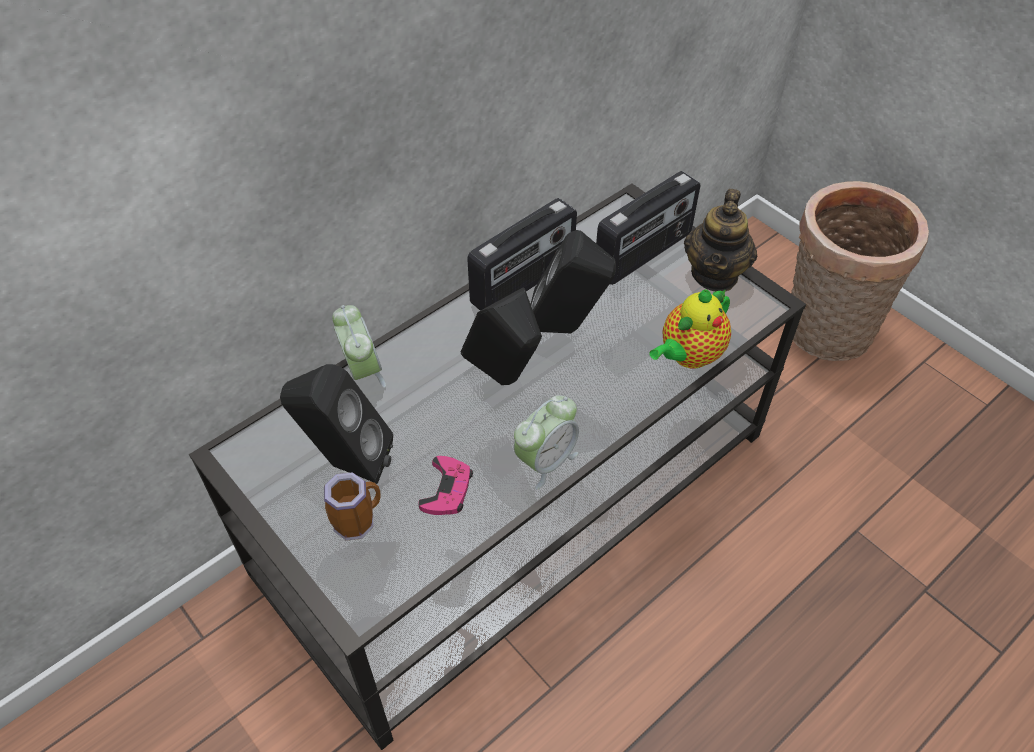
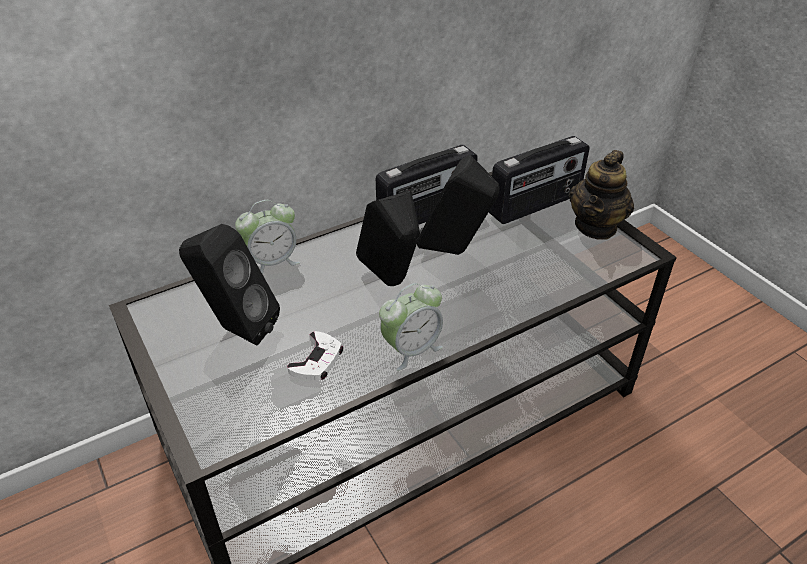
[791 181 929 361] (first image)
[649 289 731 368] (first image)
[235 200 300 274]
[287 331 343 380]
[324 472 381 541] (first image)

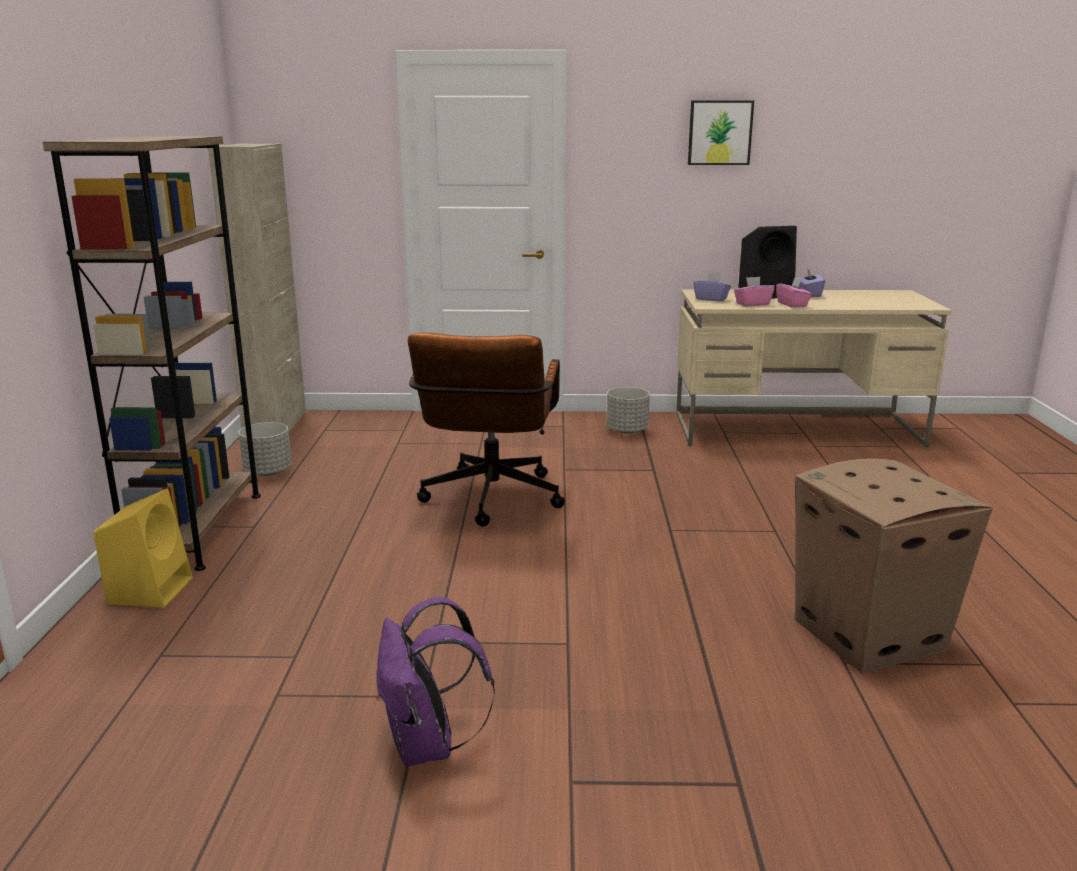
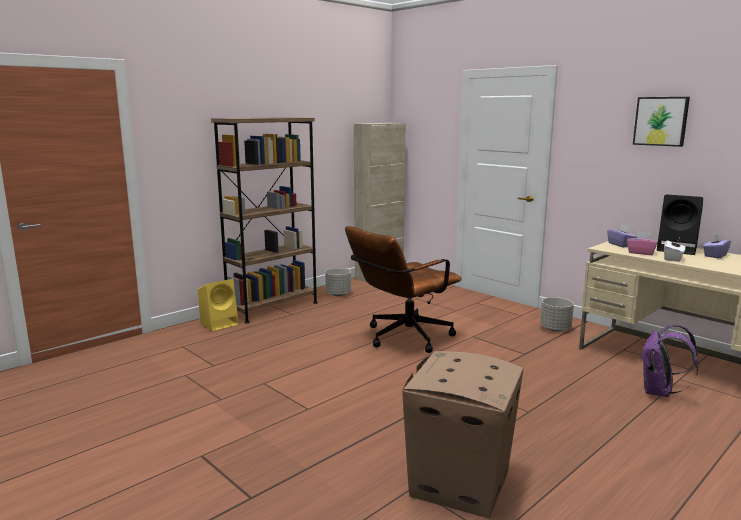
[664 239 686 262]
[640 325 698 397]

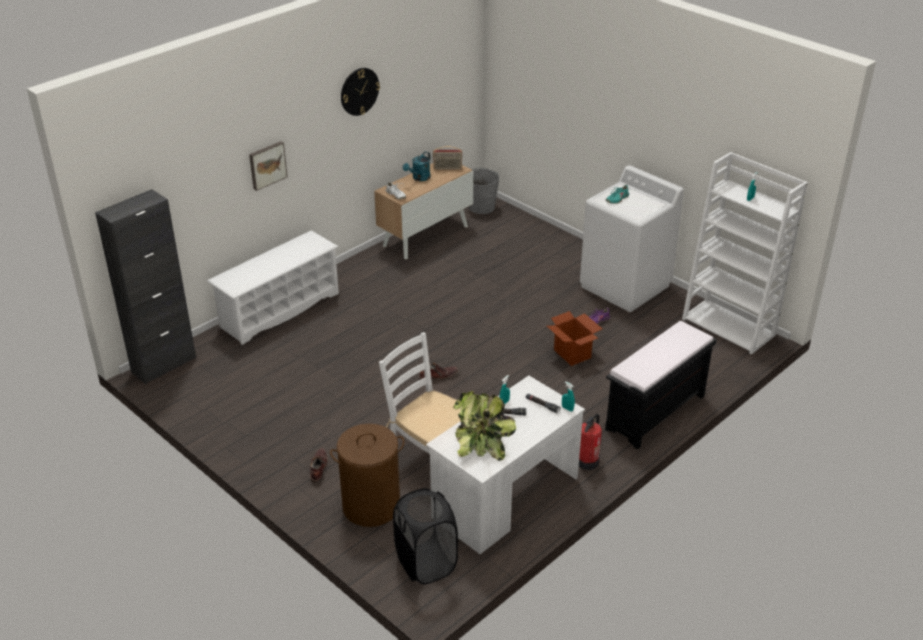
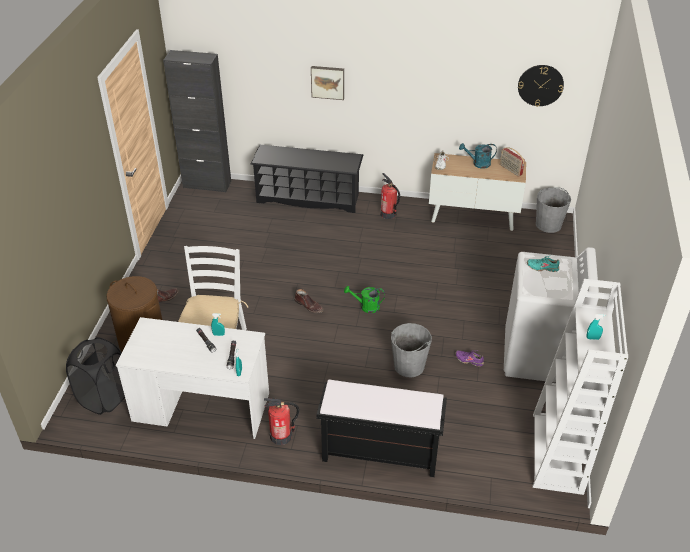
[518 65 564 107]
[251 145 363 213]
[391 323 432 377]
[453 391 516 461] (first image)
[380 173 400 219]
[344 286 385 313]

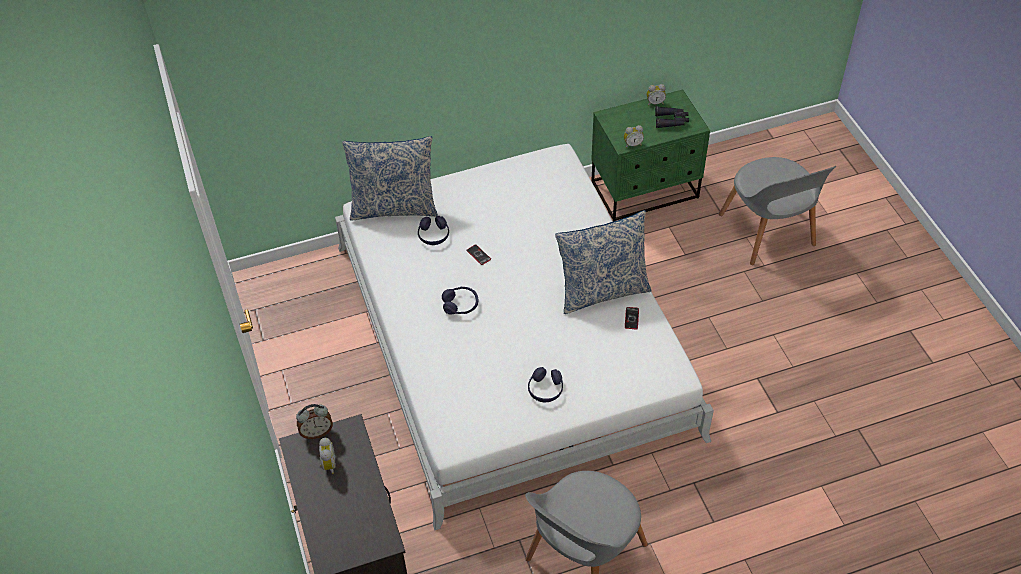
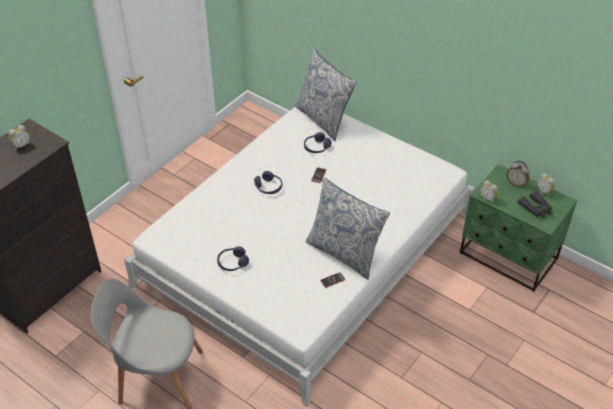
[719 157 836 265] (first image)
[507 161 530 187]

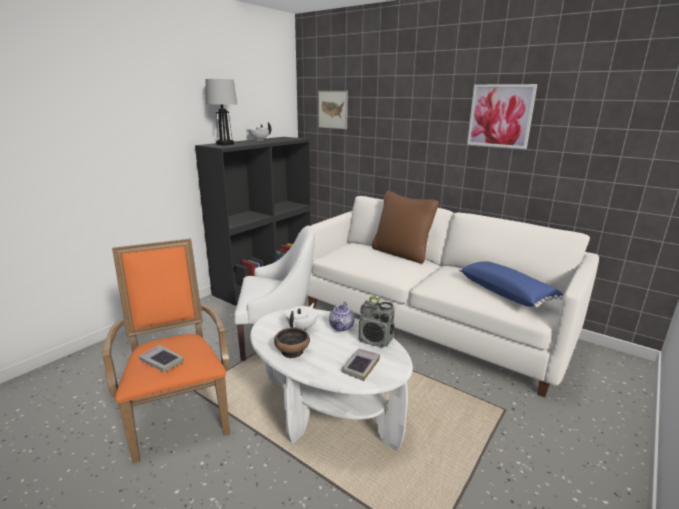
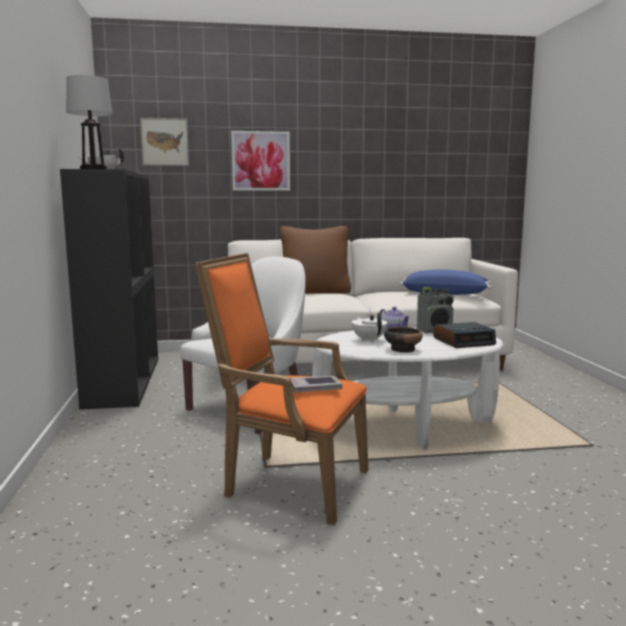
[231 131 290 191]
[434 322 496 348]

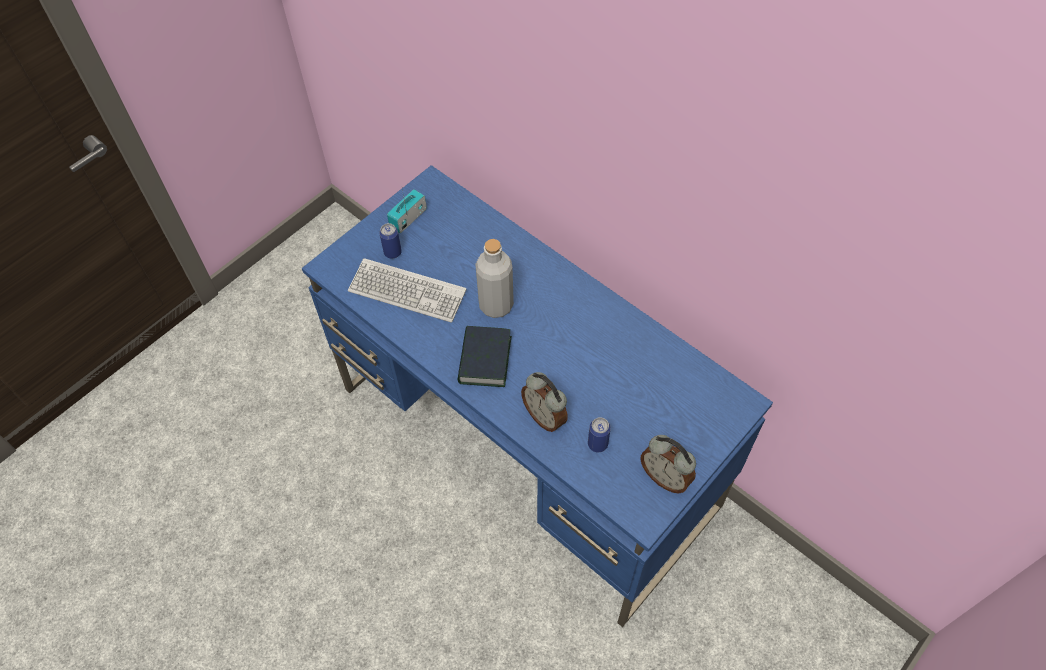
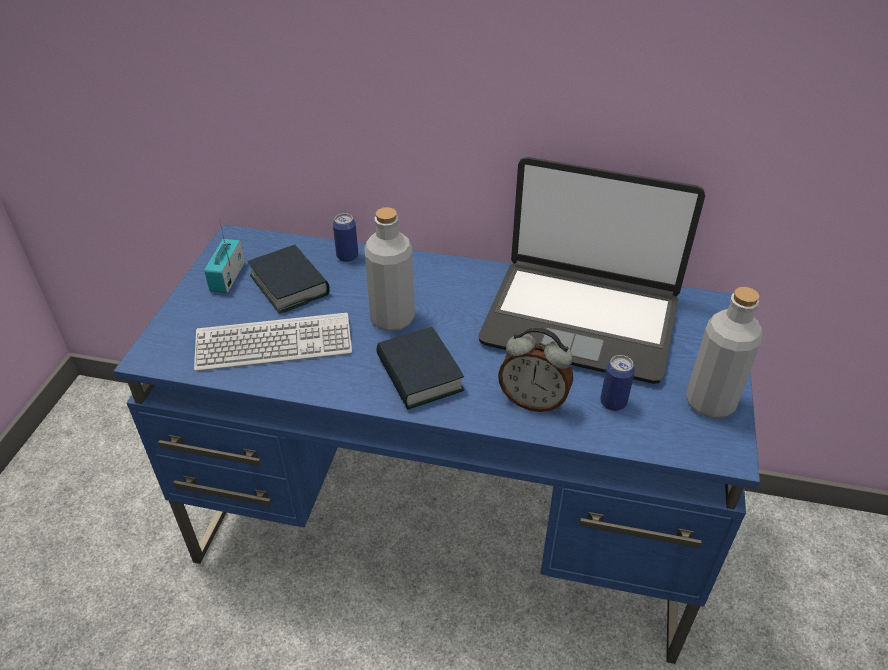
[333 213 358 262]
[686 287 763 418]
[479 157 705 384]
[248 245 330 314]

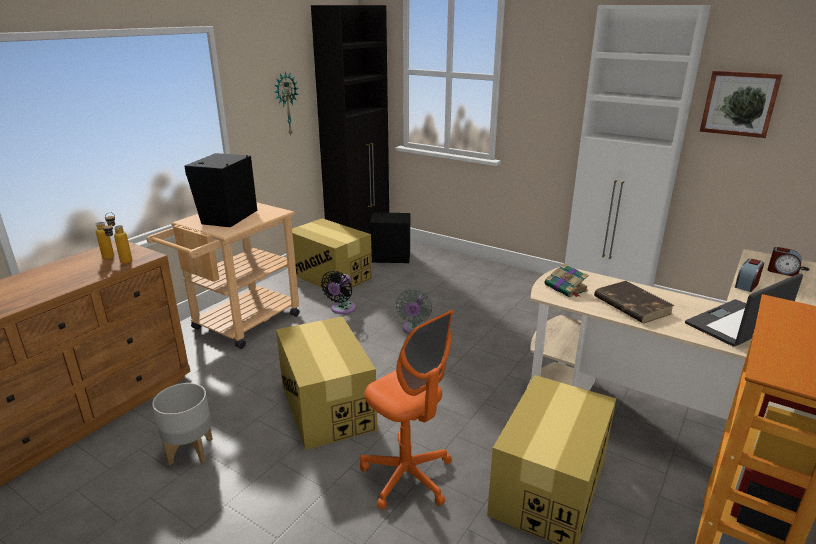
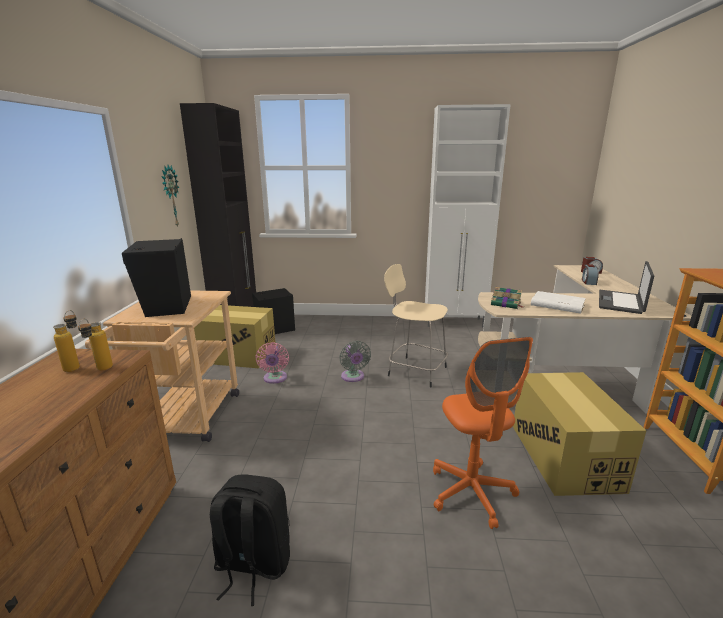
[700 71 783 138] (first image)
[255 342 289 384]
[531 291 586 314]
[433 337 533 529]
[276 316 378 450] (first image)
[210 474 290 606]
[384 264 448 387]

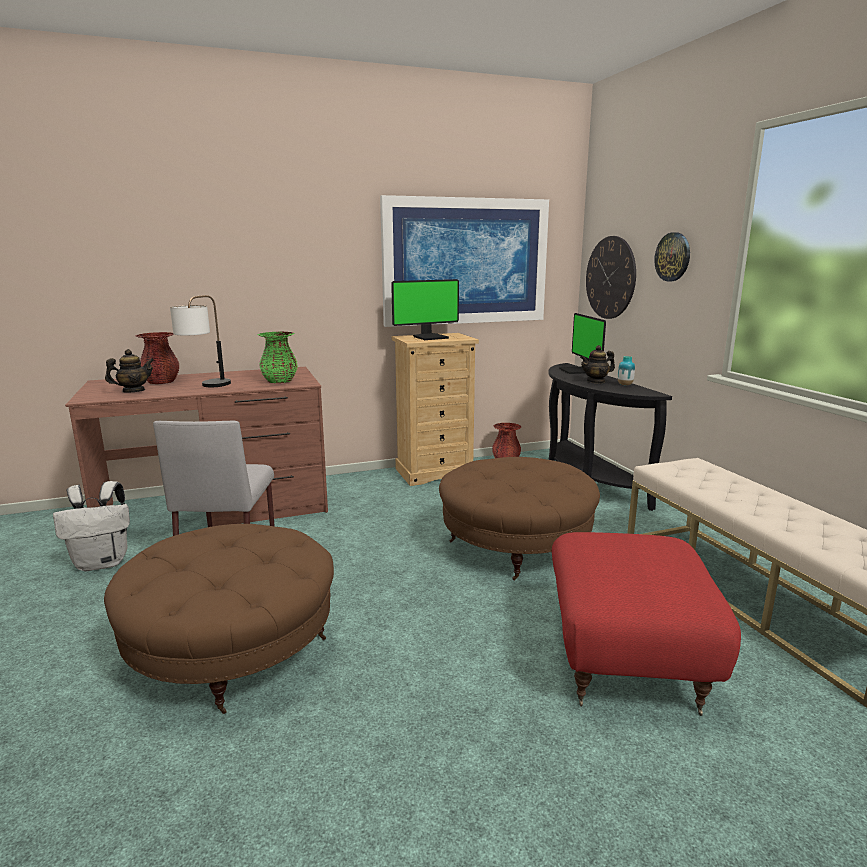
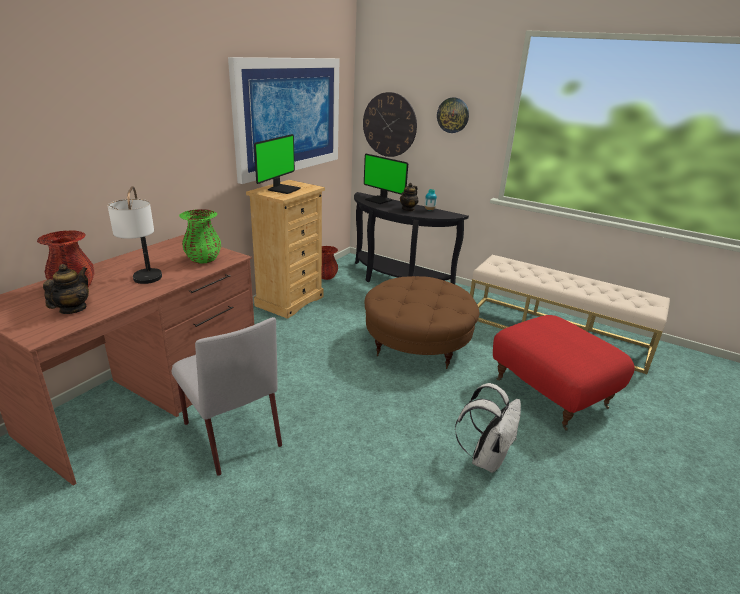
[455 383 521 473]
[104 524 334 714] (first image)

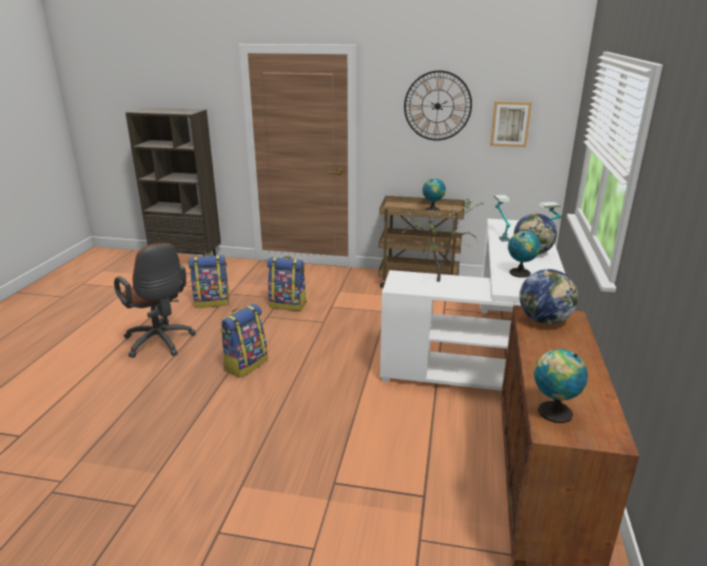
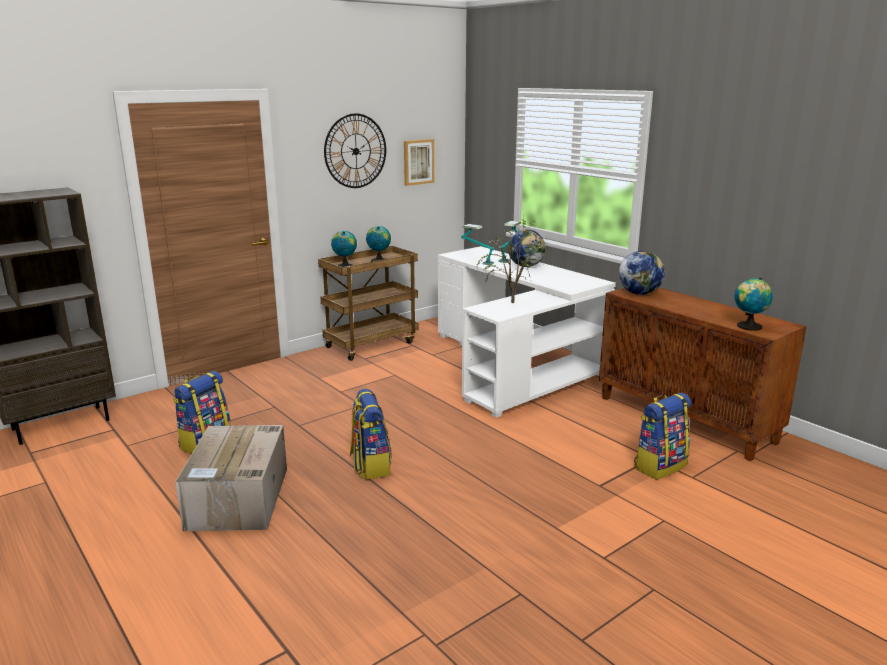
[331 231 357 267]
[175 425 287 531]
[634 393 691 480]

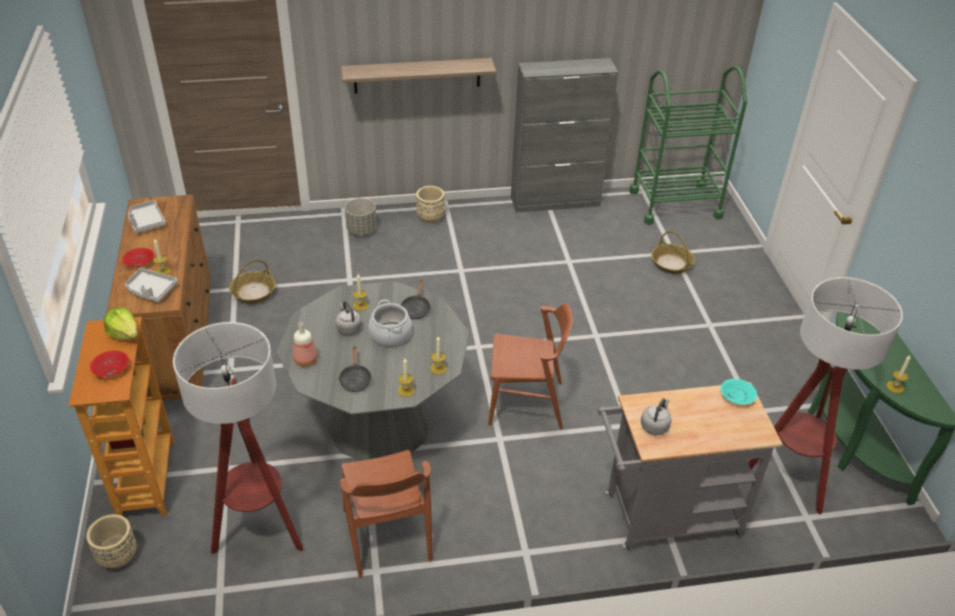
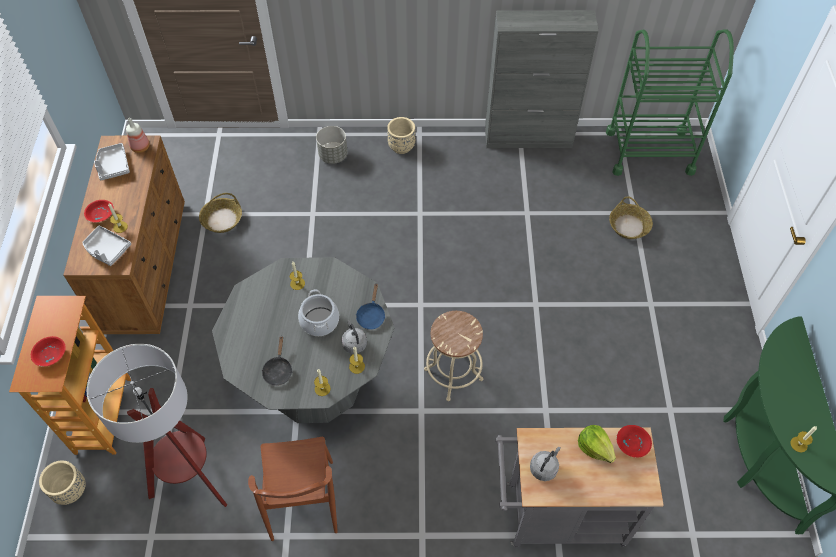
[341 58 496 94] (first image)
[748 277 903 514] (first image)
[401 279 431 319] (first image)
[342 320 367 354]
[424 311 483 401]
[578 425 616 463]
[126 118 150 153]
[616 425 652 458]
[356 283 385 330]

